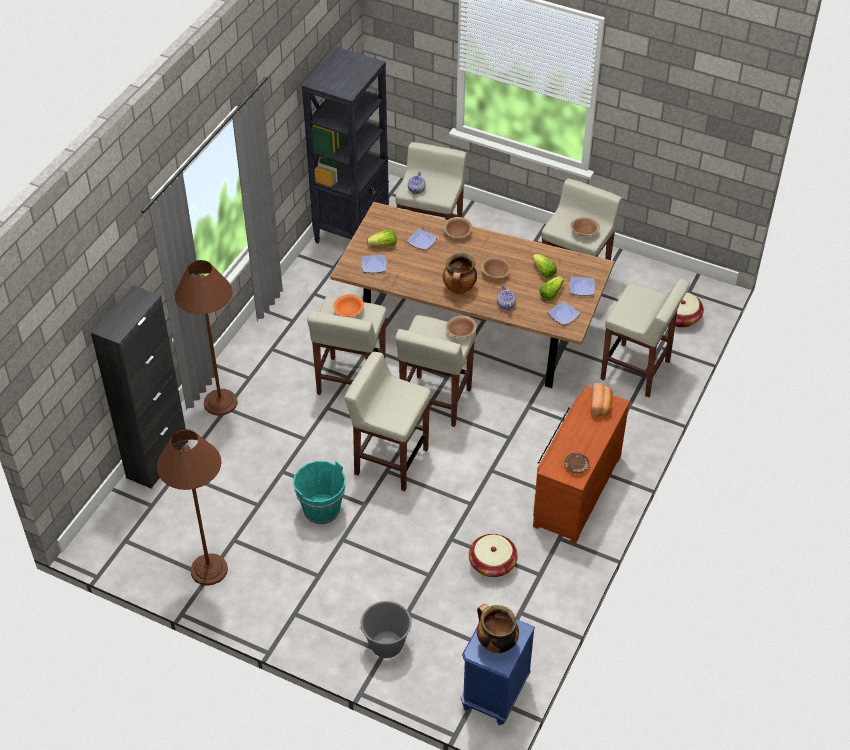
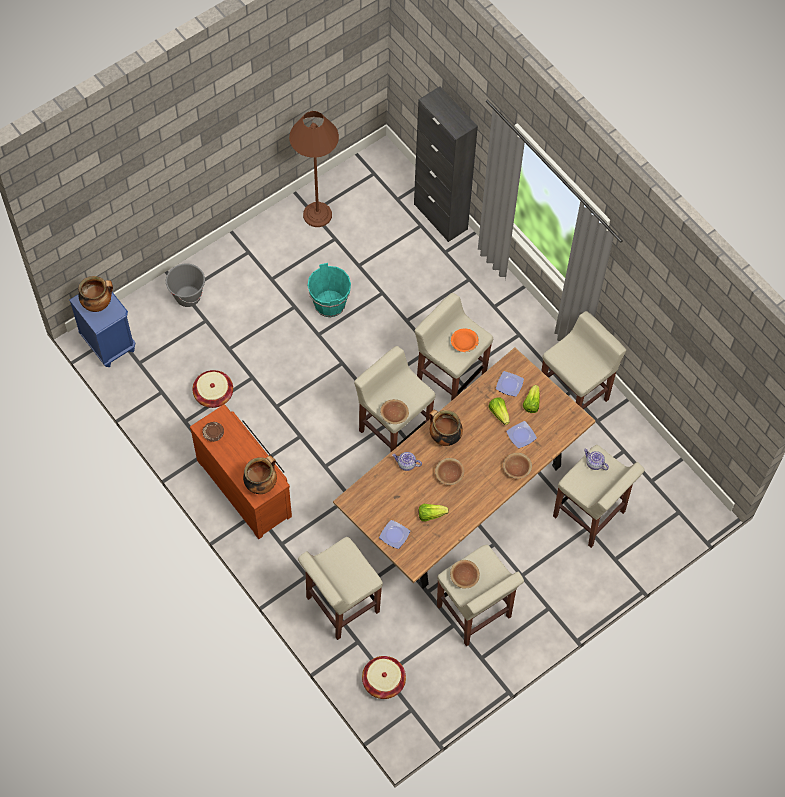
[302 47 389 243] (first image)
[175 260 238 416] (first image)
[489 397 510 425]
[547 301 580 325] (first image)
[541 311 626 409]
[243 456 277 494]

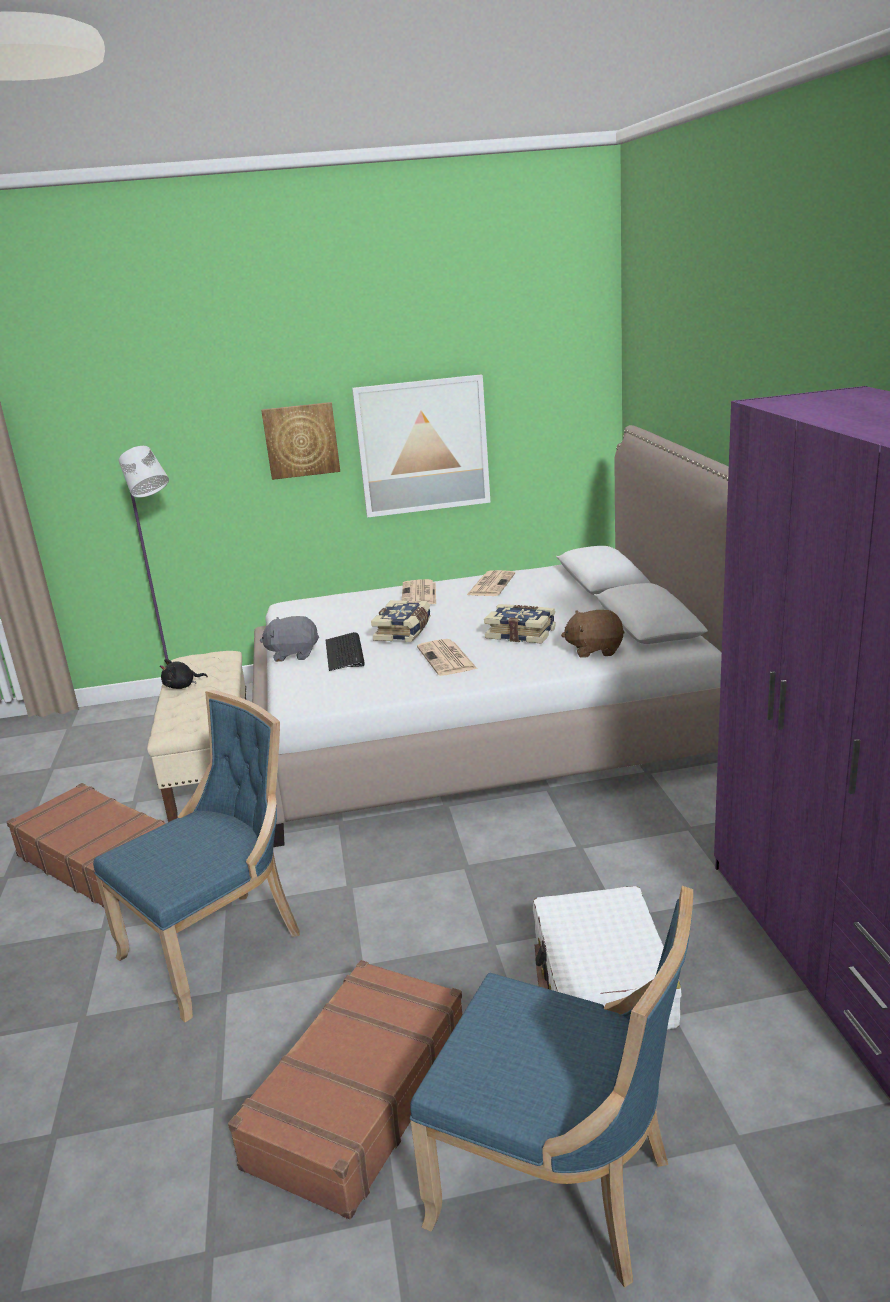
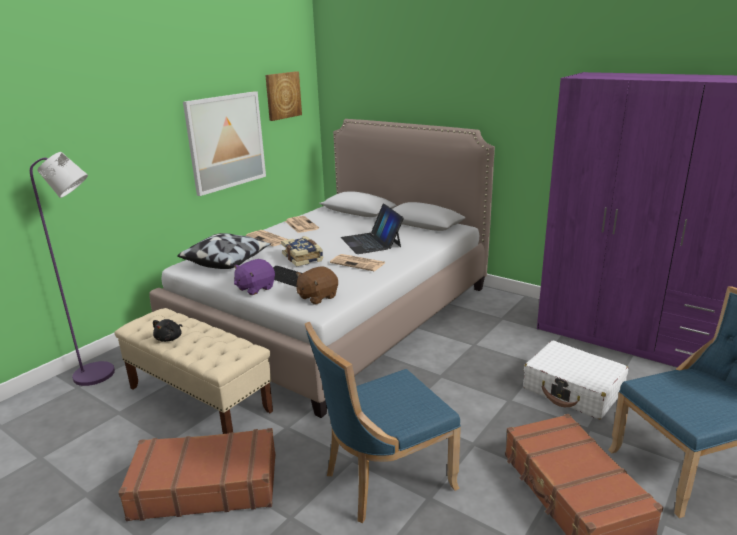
[265 71 302 121]
[341 204 404 254]
[296 266 338 305]
[234 259 275 295]
[305 322 461 523]
[177 233 271 269]

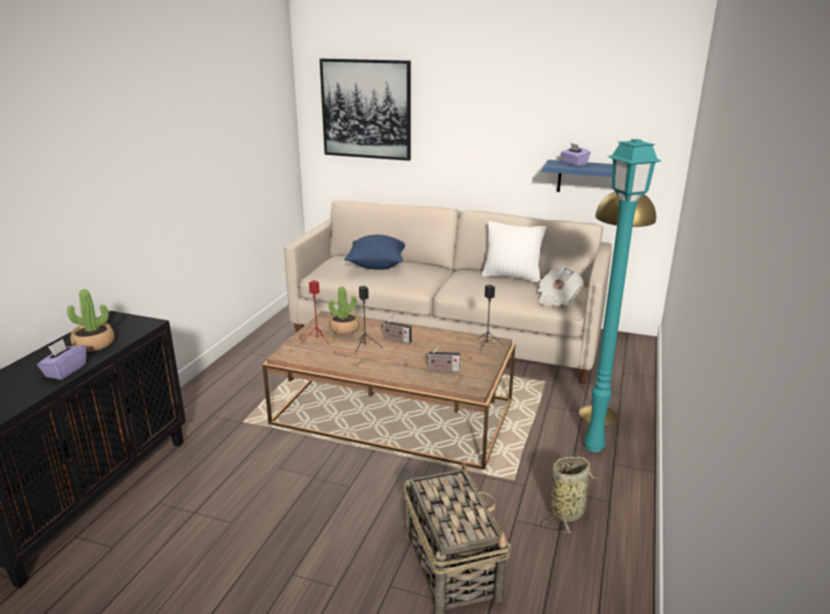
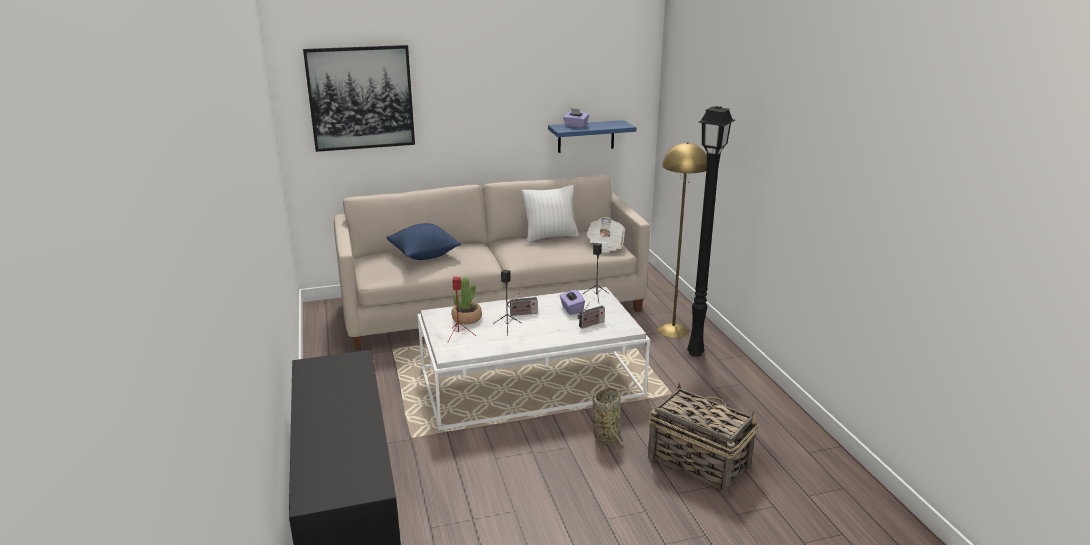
[687 106 735 357]
[67 289 114 352] (first image)
[417 287 650 430]
[559 289 585 315]
[593 387 625 454]

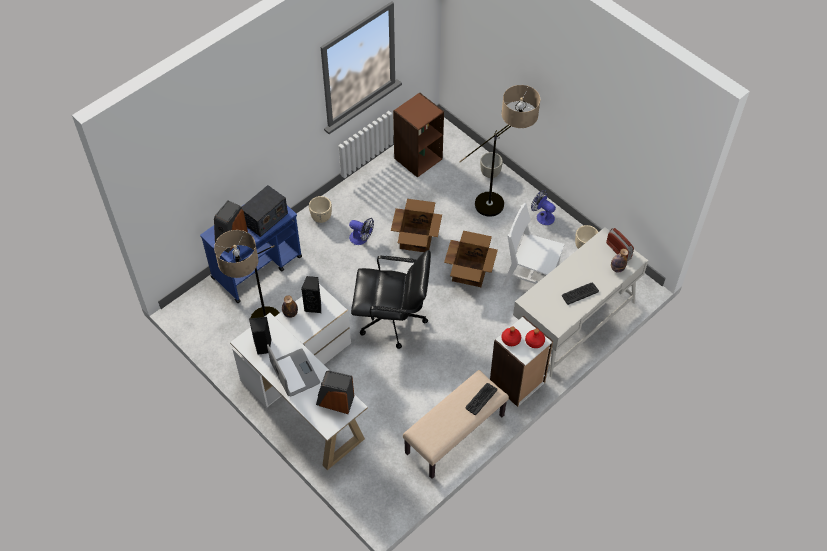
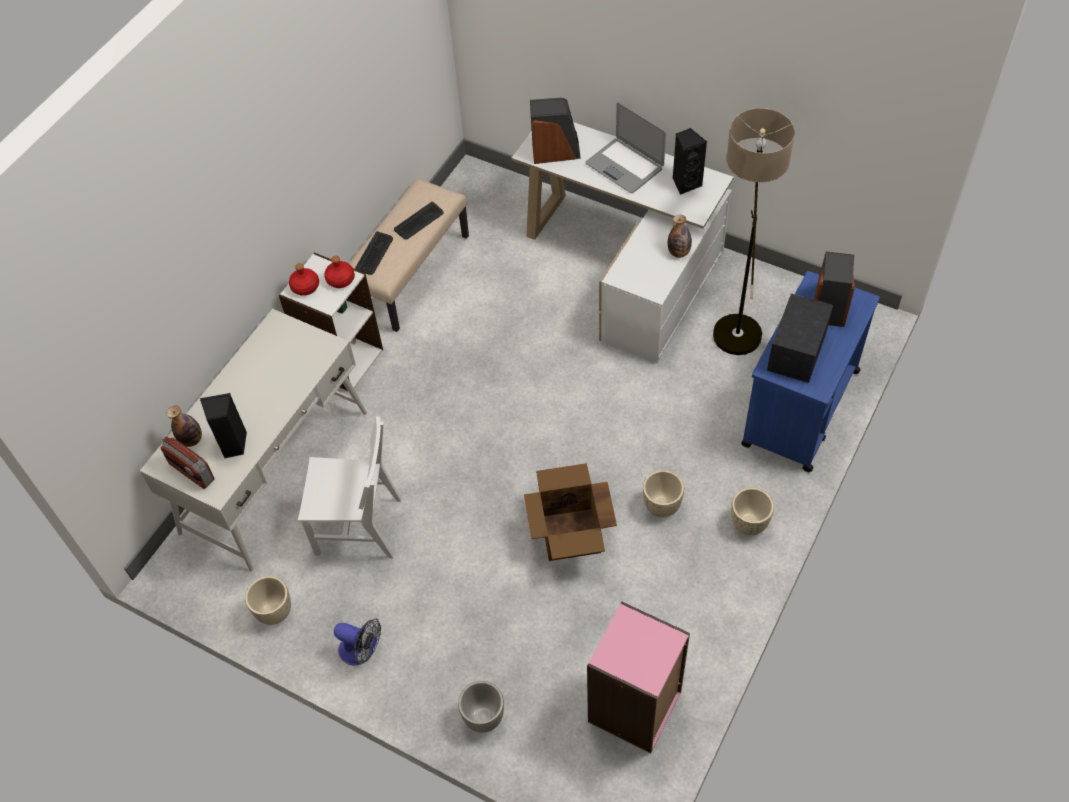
[459 85 541 217] (first image)
[587 602 690 753]
[643 470 684 517]
[444 231 498 287] (first image)
[351 250 431 349] (first image)
[200 393 247 459]
[394 202 444 240]

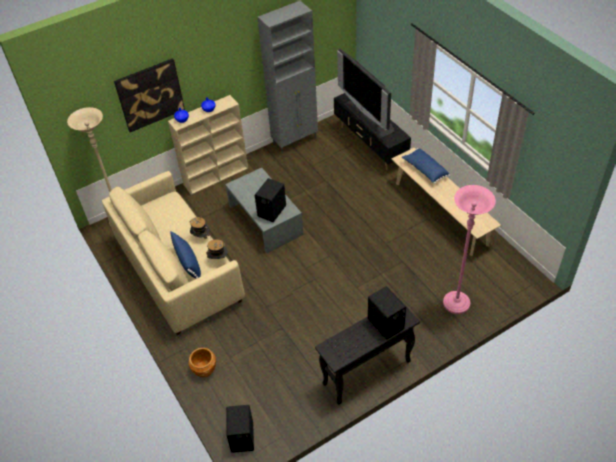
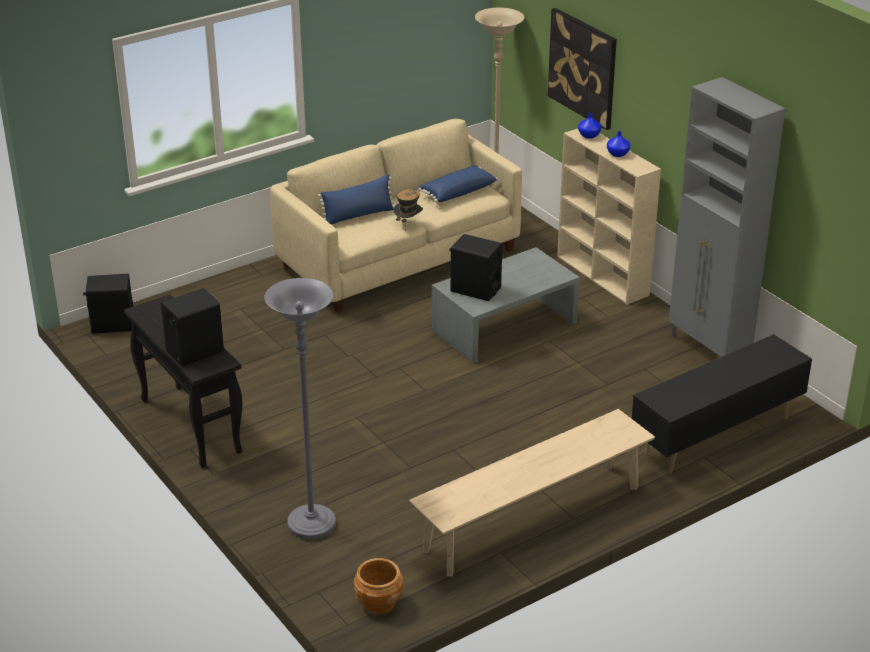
[337 49 394 139] (first image)
[418 165 498 202]
[265 278 336 539]
[206 239 228 259] (first image)
[354 558 403 614]

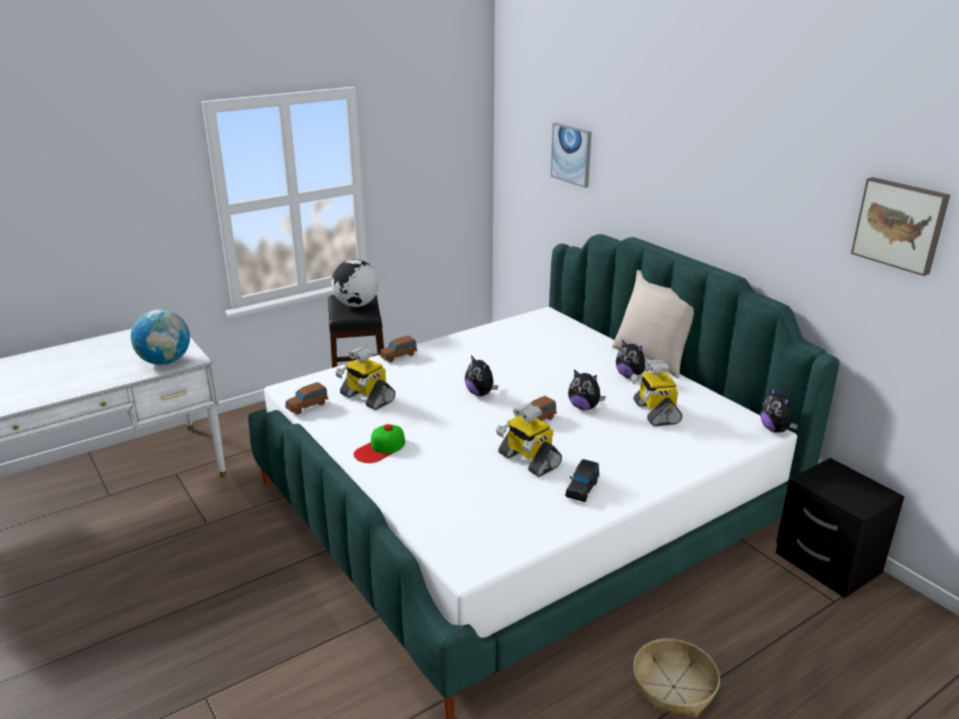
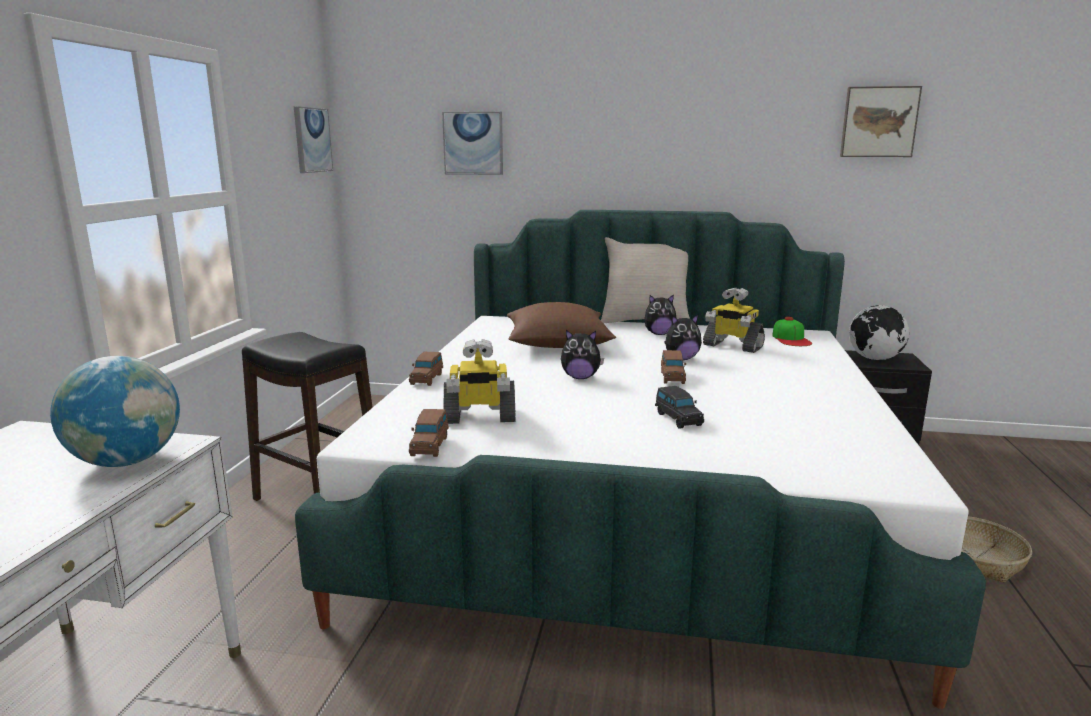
[849 305 909 360]
[760 387 798 433] (first image)
[496 403 562 477] (first image)
[772 317 812 346]
[655 386 704 429]
[294 106 333 173]
[507 302 616 348]

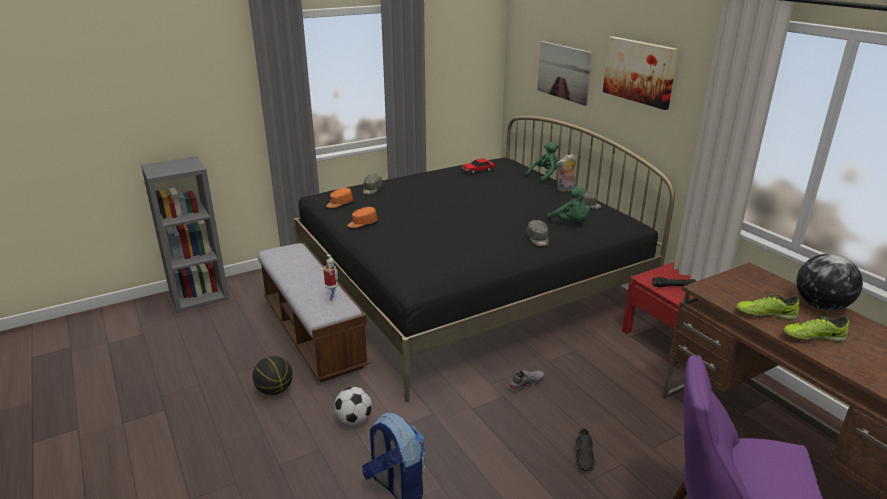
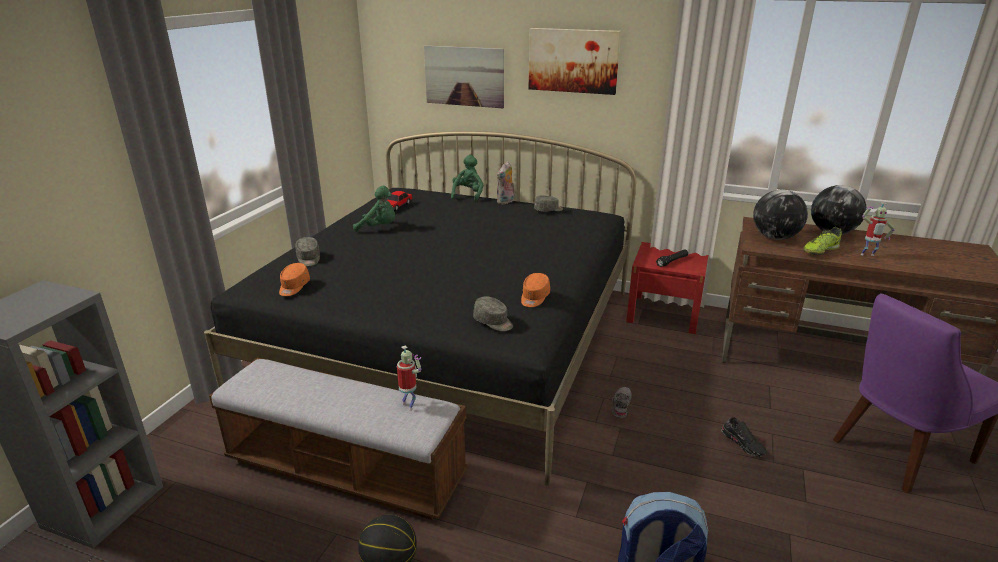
[353 186 395 232]
[521 273 550 307]
[473 296 513 331]
[861 202 895 256]
[334 387 372 425] (first image)
[753 190 808 240]

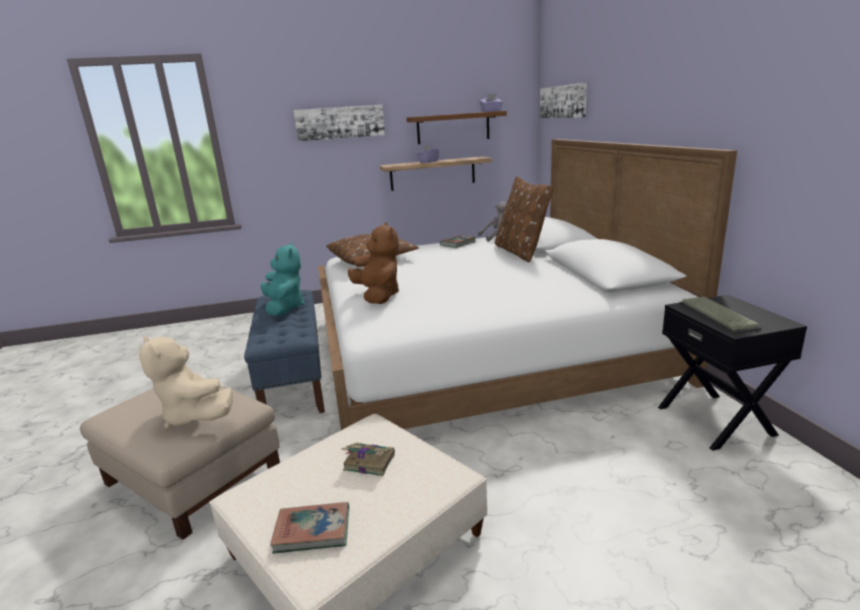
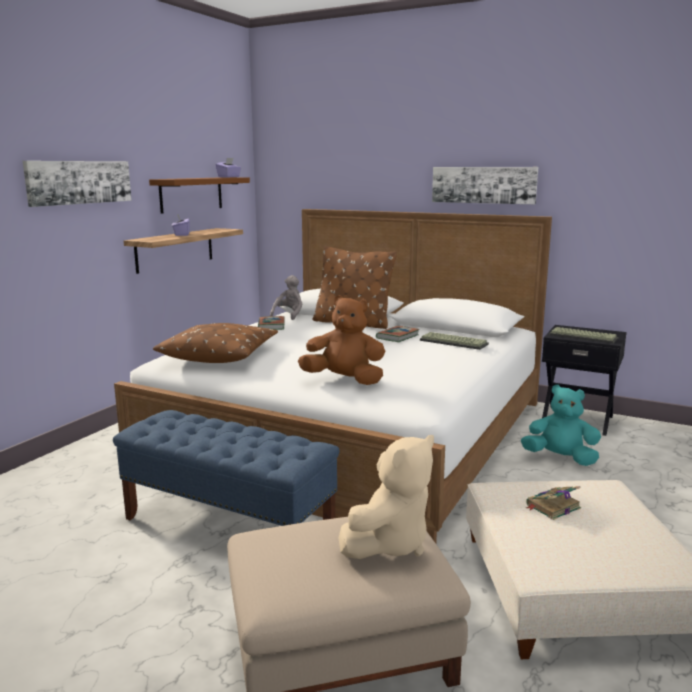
[432 167 538 204]
[521 385 601 466]
[338 435 434 559]
[376 326 420 342]
[420 332 489 350]

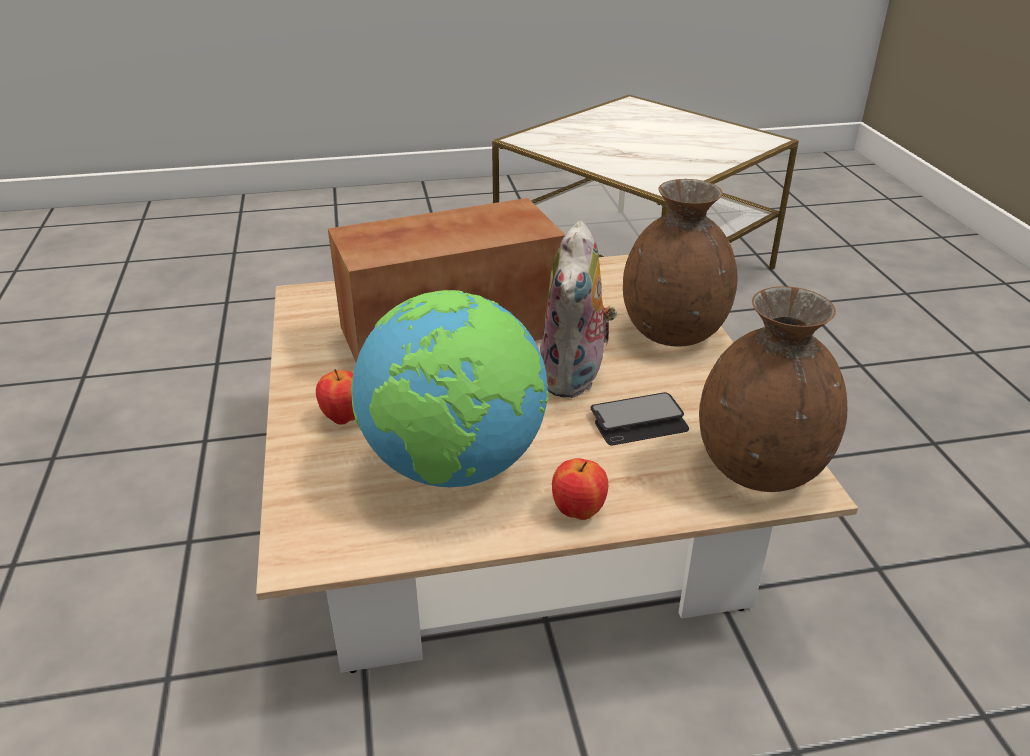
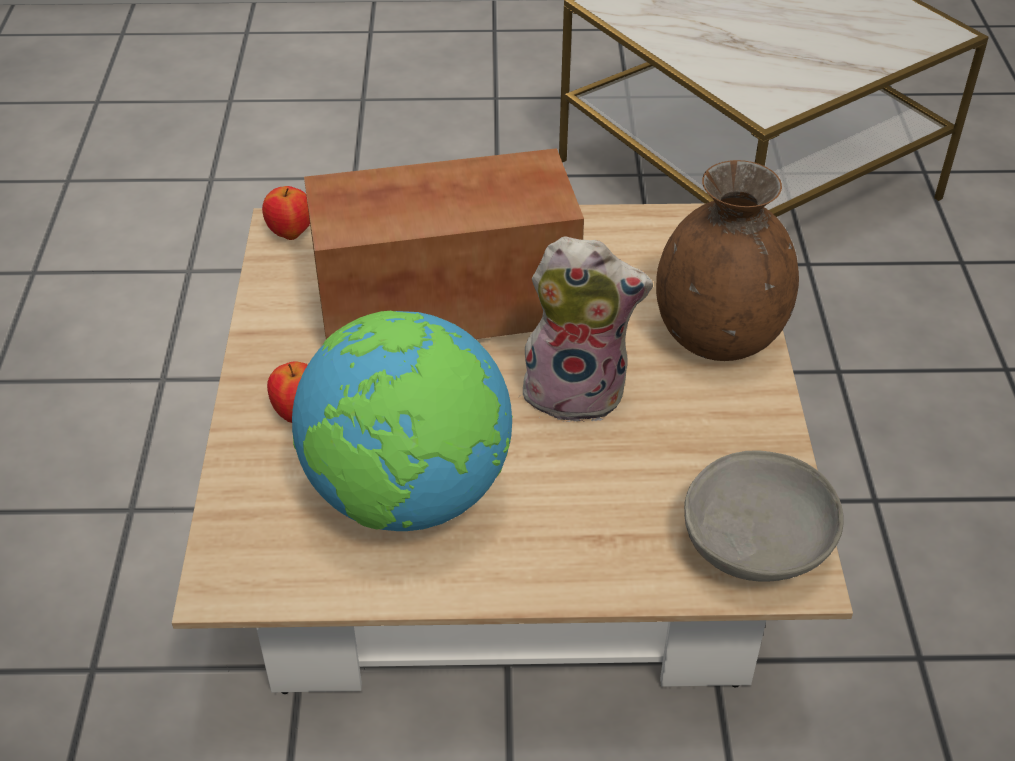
[523 236 653 422]
[684 451 844 582]
[591 392 689 446] (first image)
[262 186 310 240]

